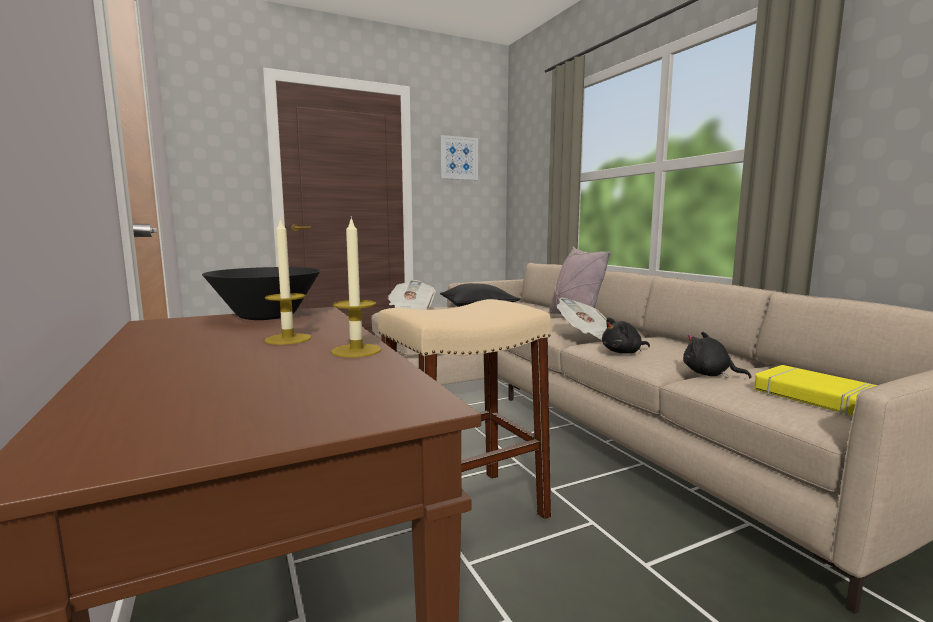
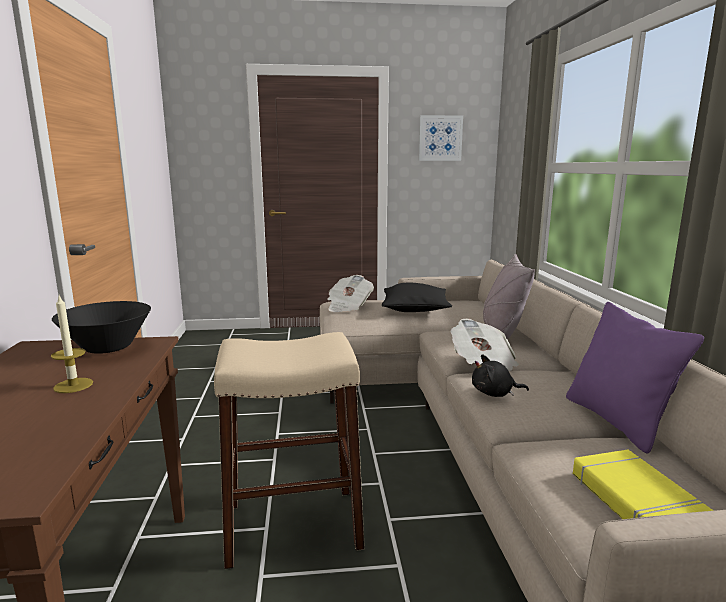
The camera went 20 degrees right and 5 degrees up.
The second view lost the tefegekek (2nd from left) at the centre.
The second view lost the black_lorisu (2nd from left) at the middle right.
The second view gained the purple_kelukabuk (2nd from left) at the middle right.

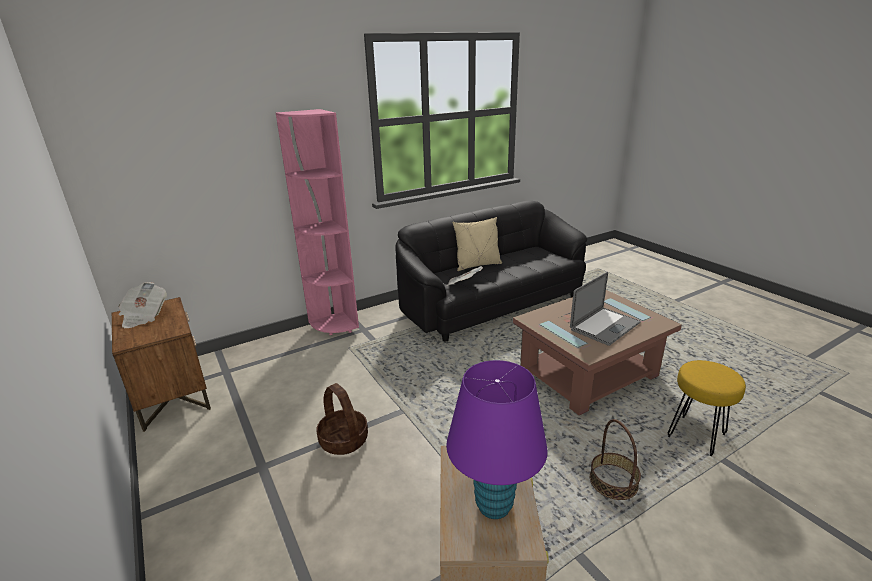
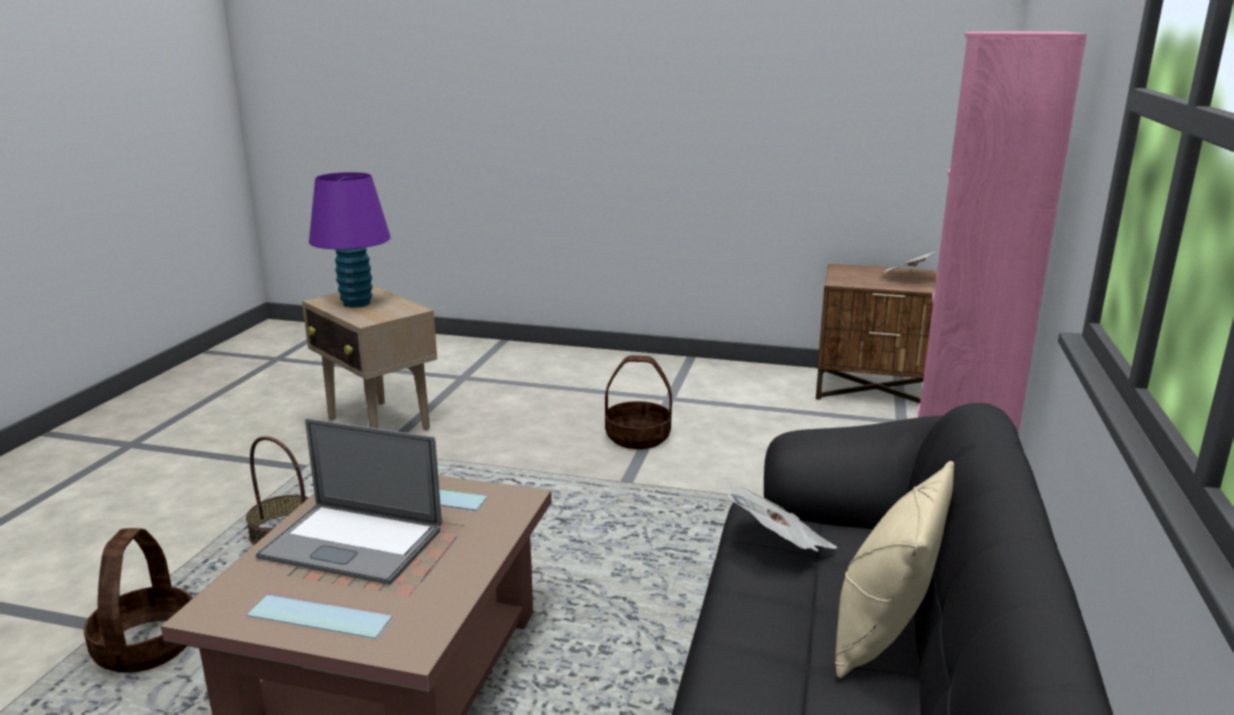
The camera went 135 degrees right and 5 degrees down.
The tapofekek at the middle right ended up facing another way, 75 degrees counterclockwise from before.
Where the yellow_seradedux stood at the bottom right, the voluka (1st from left) came to stand at the bottom left.

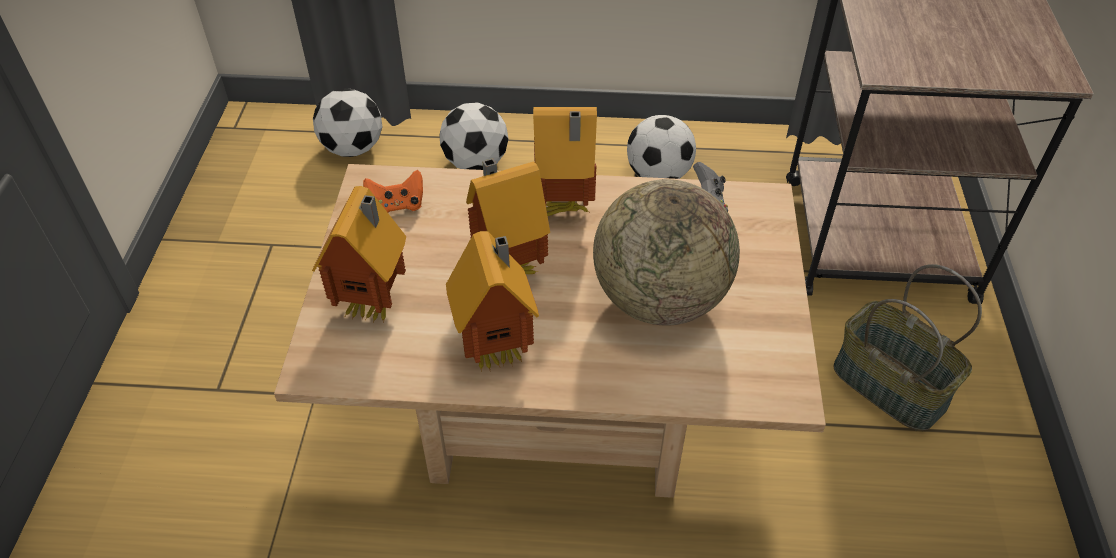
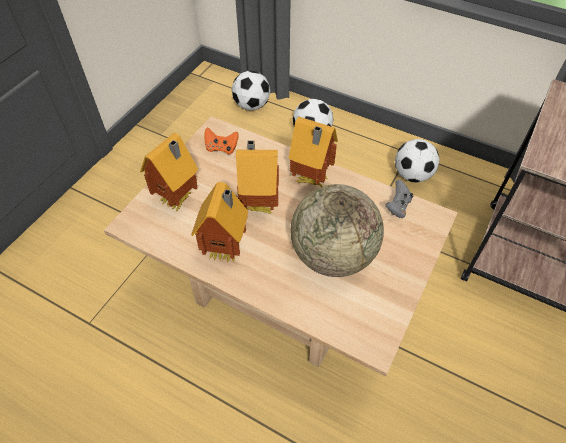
The camera went 25 degrees right and 5 degrees up.
The second view lost the voluka at the middle right.

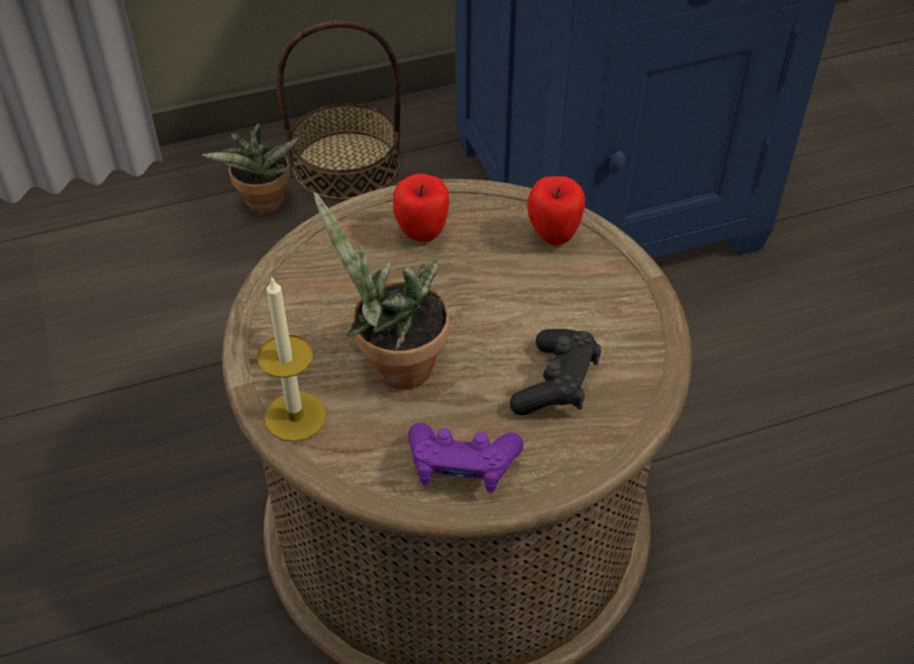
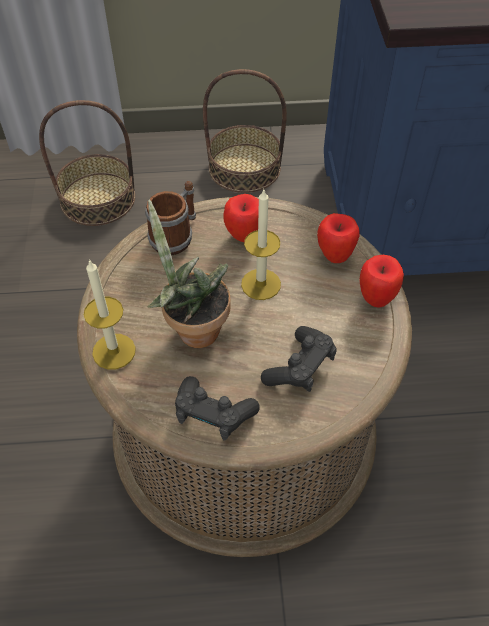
The camera went 15 degrees right and 5 degrees up.
The second view lost the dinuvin (1st from left) at the top left.
What was the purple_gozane at the bottom centre turned into the black_gozane (1st from left) at the centre.
The second view gained the voluka (1st from left) at the top left.
The second view gained the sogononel at the centre.
The second view gained the tefegekek (2nd from left) at the centre.
The second view gained the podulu (3rd from left) at the middle right.

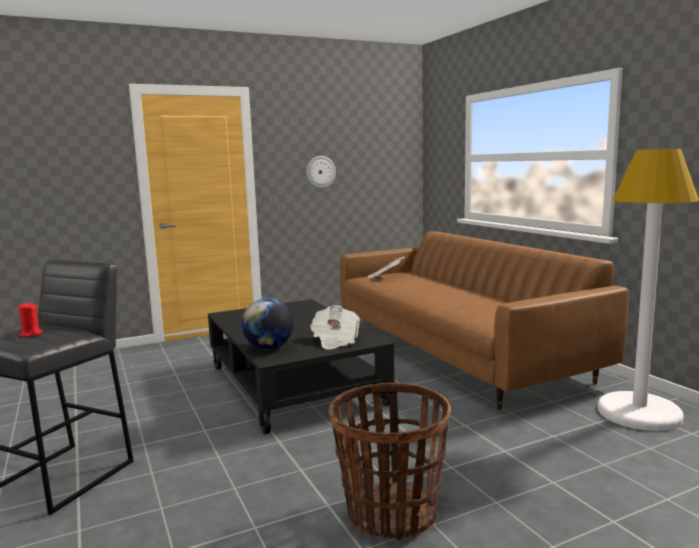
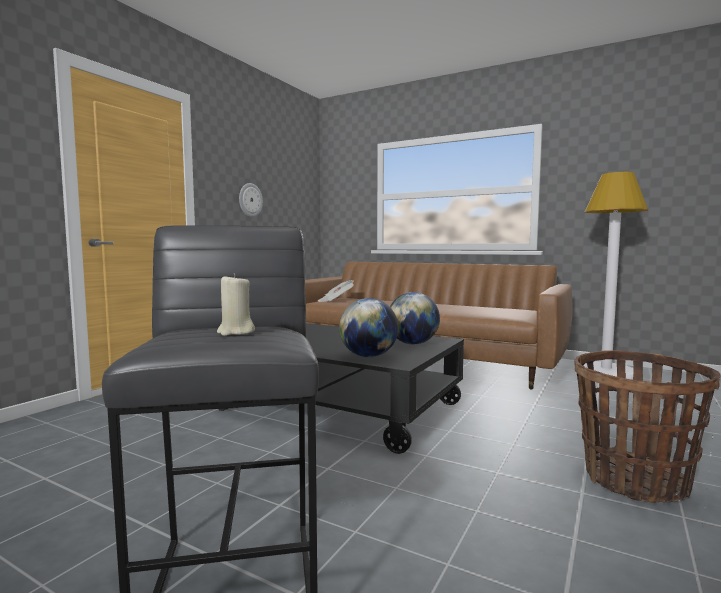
The camera went 35 degrees left and 5 degrees down.
What was the red_tefegekek at the middle left turned into the beige_tefegekek at the middle left.
Where the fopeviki (1st from left) stood at the centre, the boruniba (2nd from left) came to stand at the centre.

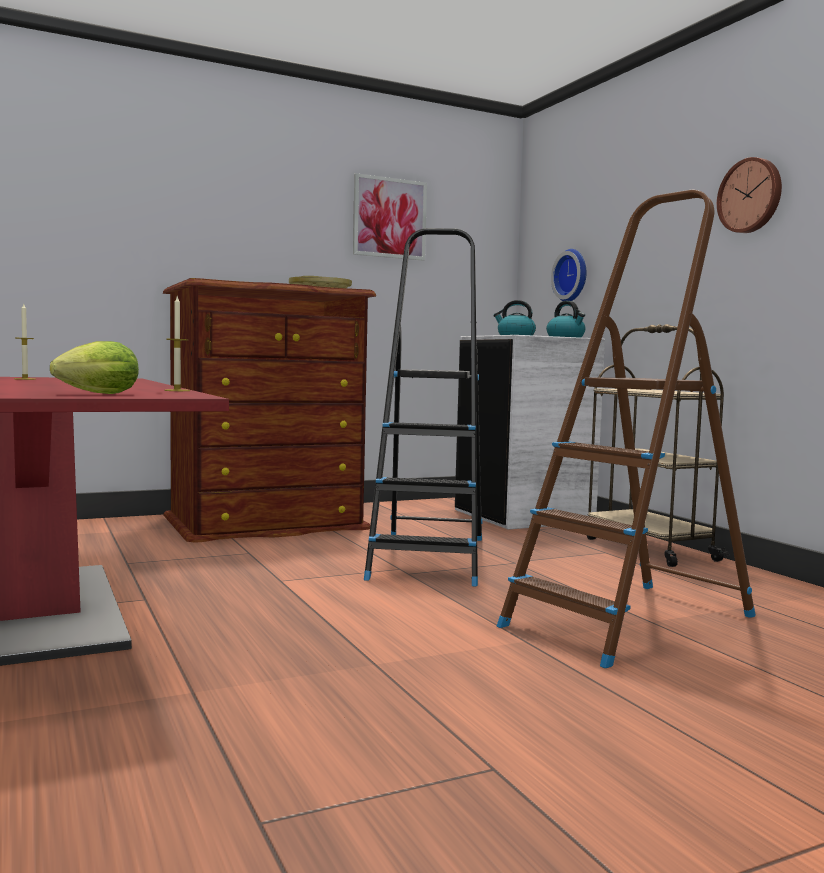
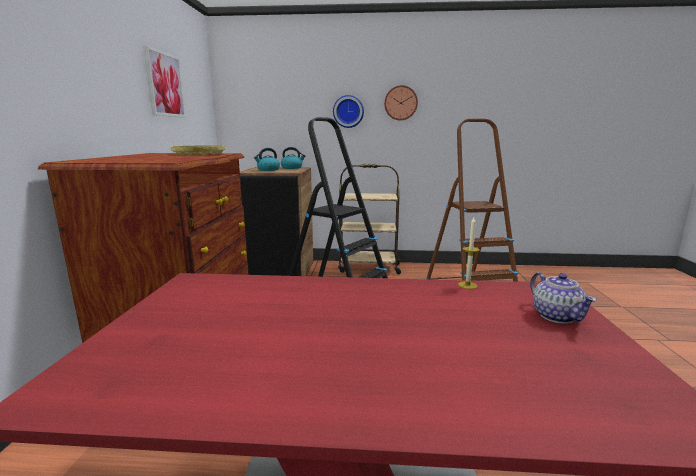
The camera went 60 degrees left and 10 degrees up.
The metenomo (1st from left) ended up elsewhere, having gone from the top right to the top centre.
The second view lost the tefegekek (1st from left) at the middle left.
What was the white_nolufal at the centre turned into the brown_nolufal at the centre.
Where the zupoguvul stood at the middle left, the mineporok came to stand at the middle right.

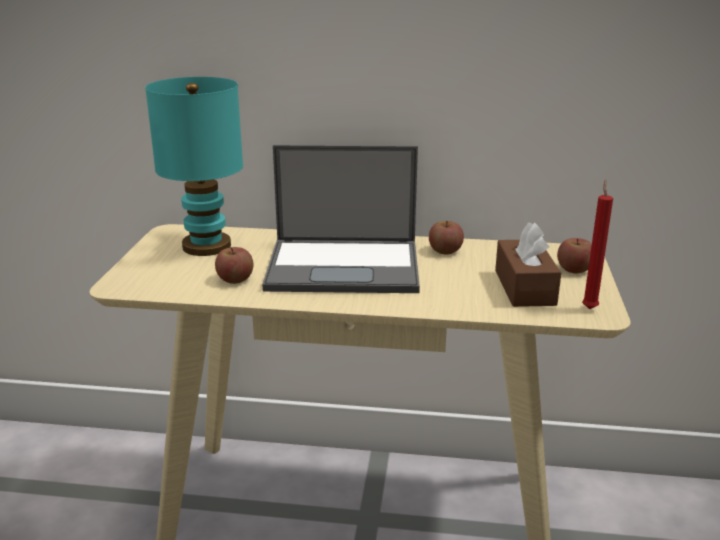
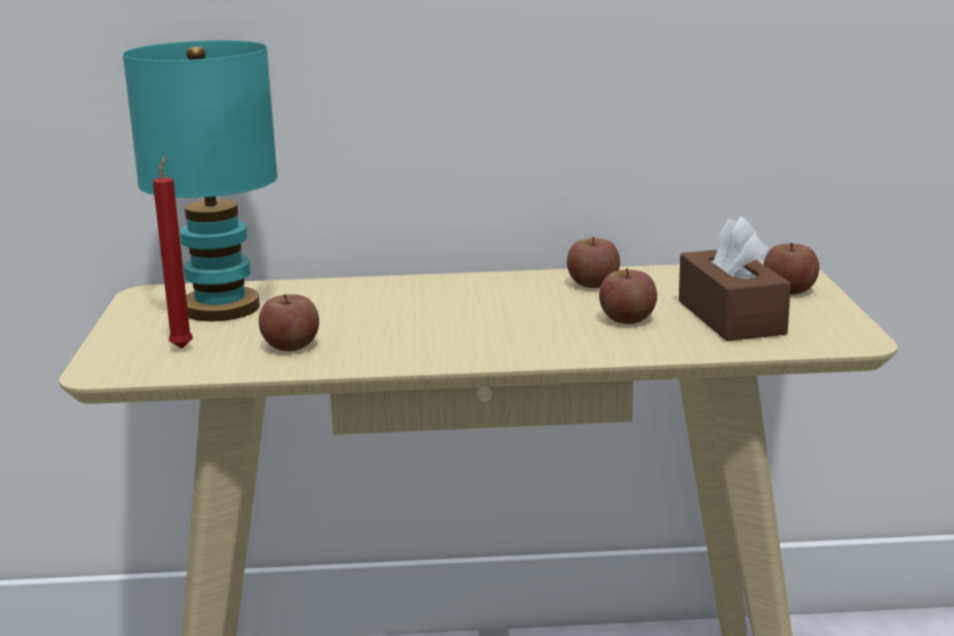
The camera went 10 degrees left and 5 degrees down.
The second view lost the tapofekek at the centre.
The red_tefegekek ended up elsewhere, having gone from the middle right to the middle left.
The second view gained the podulu (3rd from left) at the centre.

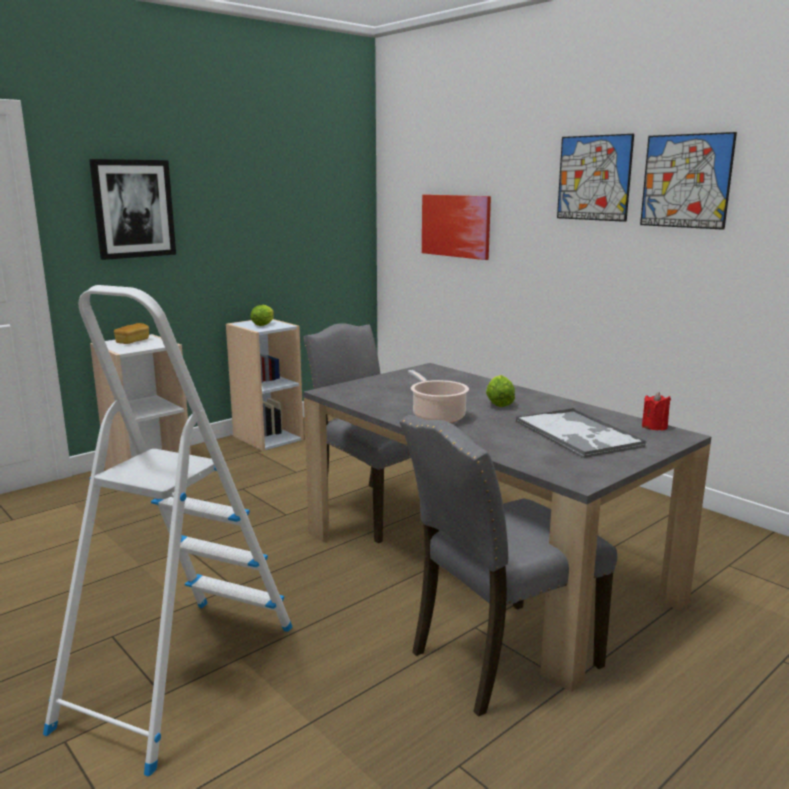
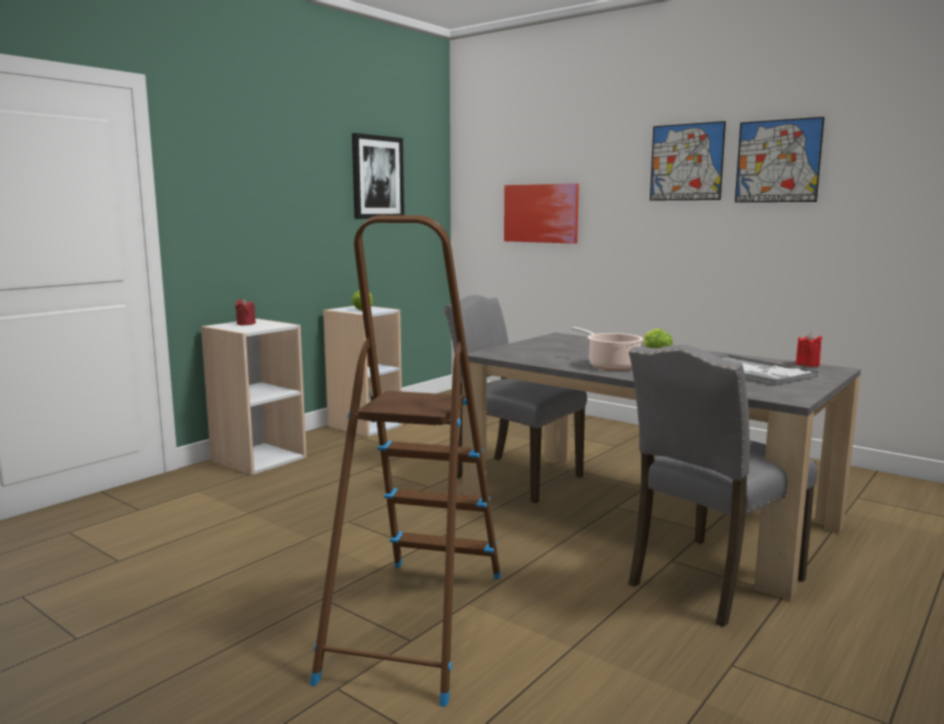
The camera went 10 degrees left and 5 degrees down.
The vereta (1st from left) ended up elsewhere, having gone from the top left to the top centre.
What was the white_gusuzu at the bottom left turned into the brown_gusuzu at the centre.
Where the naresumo stood at the middle left, the red_tefegekek (1st from left) came to stand at the middle left.

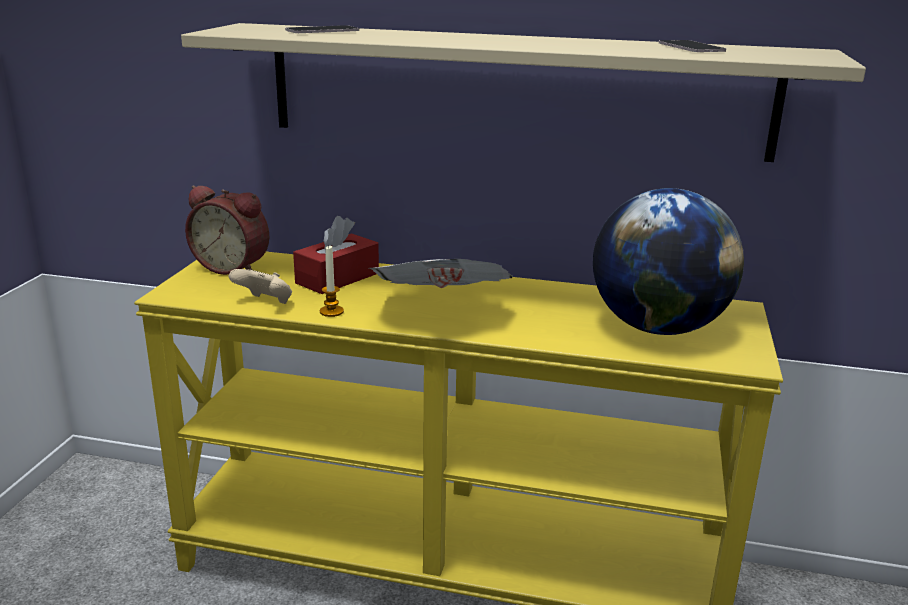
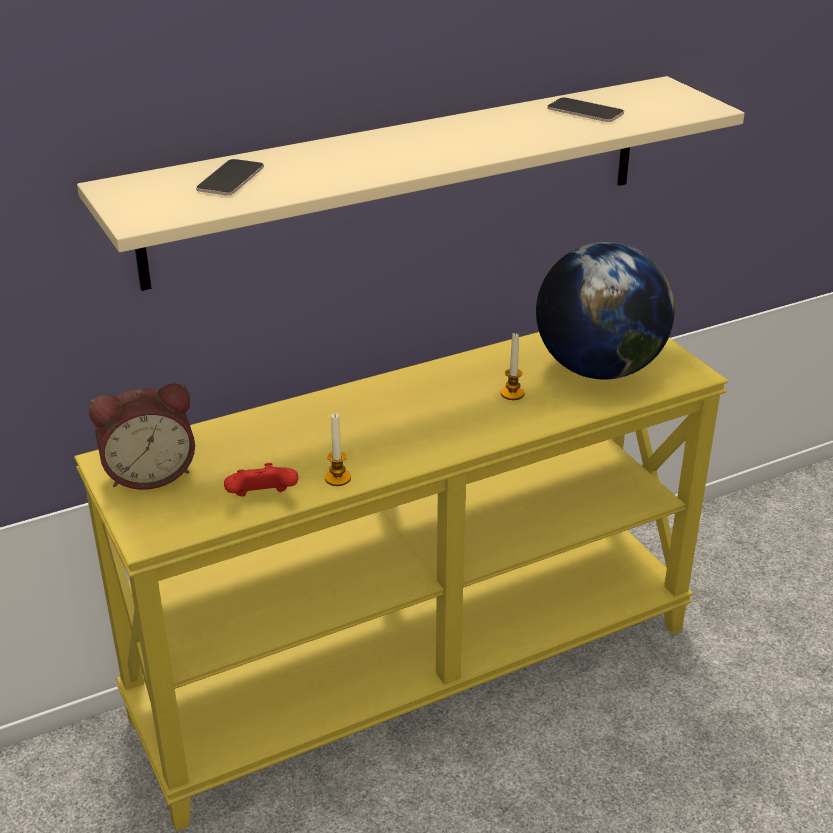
The camera went 40 degrees left and 10 degrees up.
The second view lost the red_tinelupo at the centre.
The second view lost the fopeviki at the centre.
What was the beige_gozane at the middle left turned into the red_gozane at the middle left.
The second view gained the tefegekek (2nd from left) at the centre.

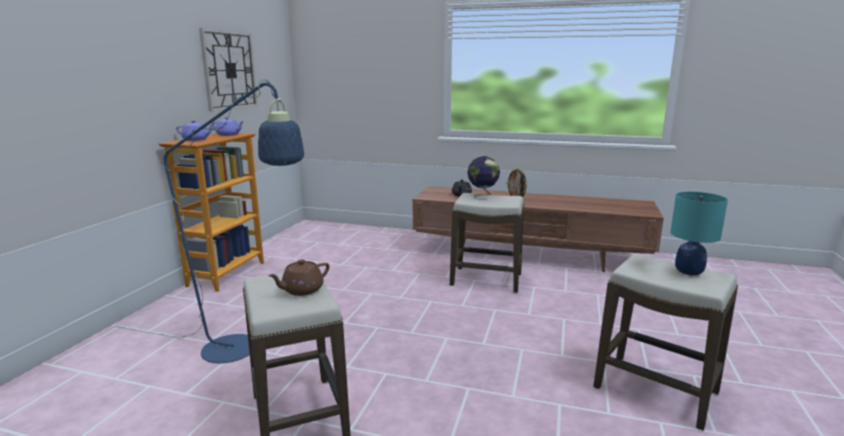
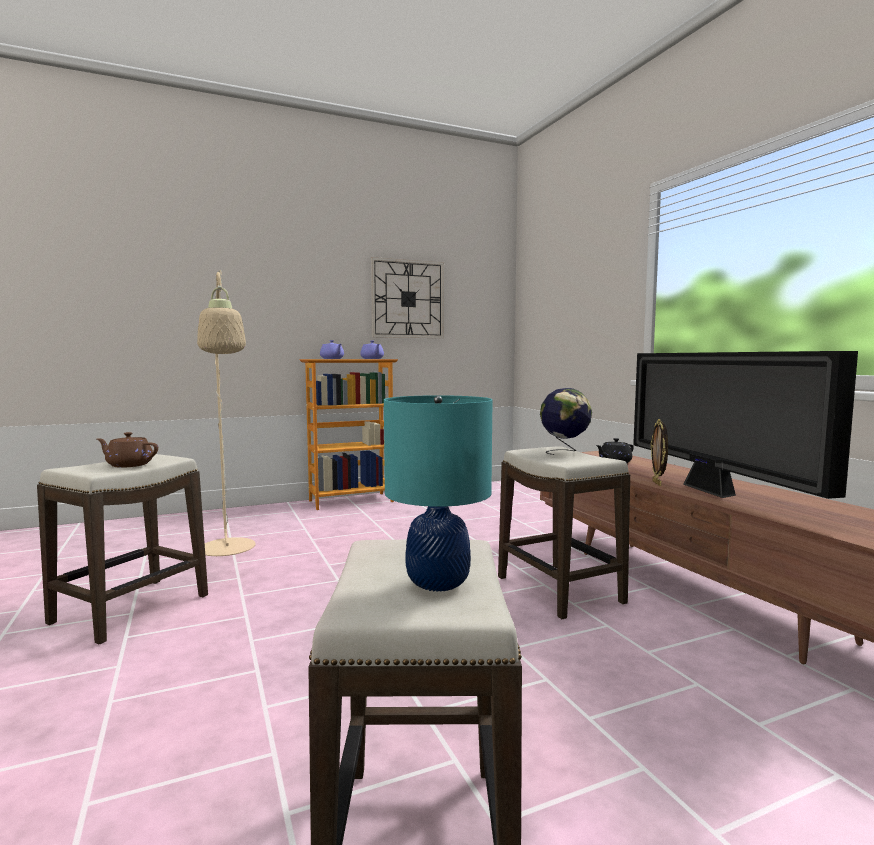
The camera went 50 degrees right and 10 degrees down.
What was the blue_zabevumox at the middle left turned into the beige_zabevumox at the middle left.
The second view gained the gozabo at the middle right.

